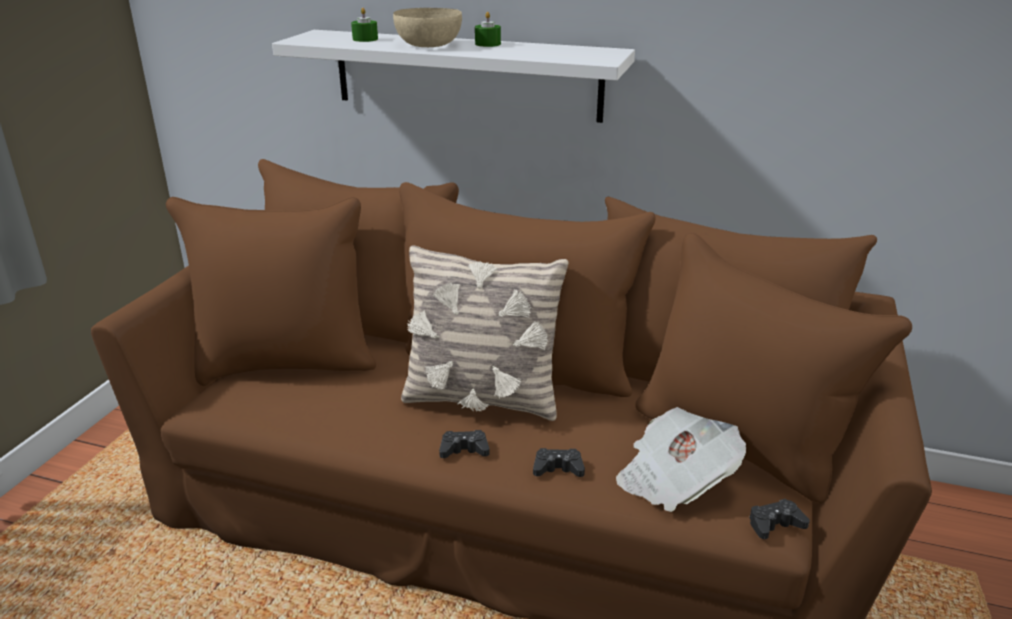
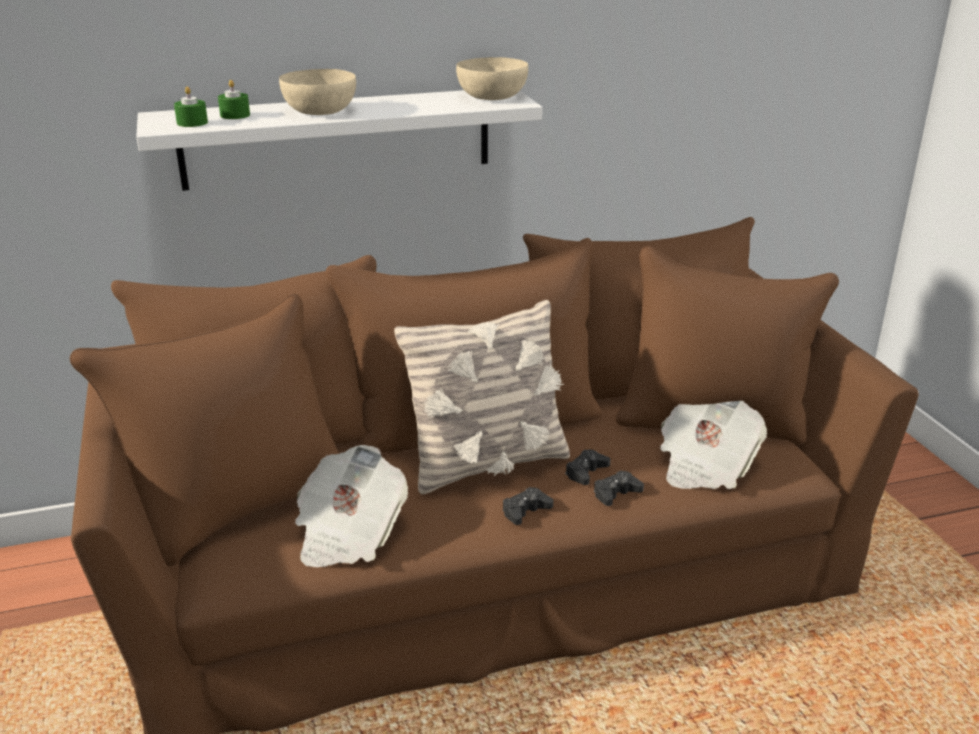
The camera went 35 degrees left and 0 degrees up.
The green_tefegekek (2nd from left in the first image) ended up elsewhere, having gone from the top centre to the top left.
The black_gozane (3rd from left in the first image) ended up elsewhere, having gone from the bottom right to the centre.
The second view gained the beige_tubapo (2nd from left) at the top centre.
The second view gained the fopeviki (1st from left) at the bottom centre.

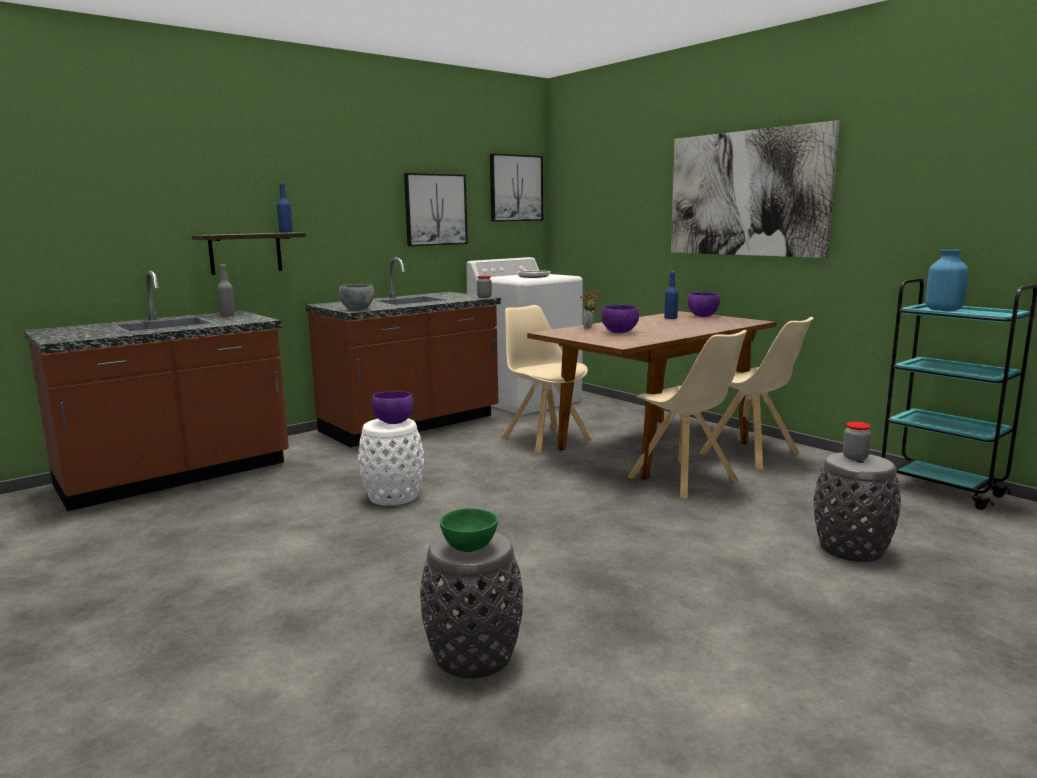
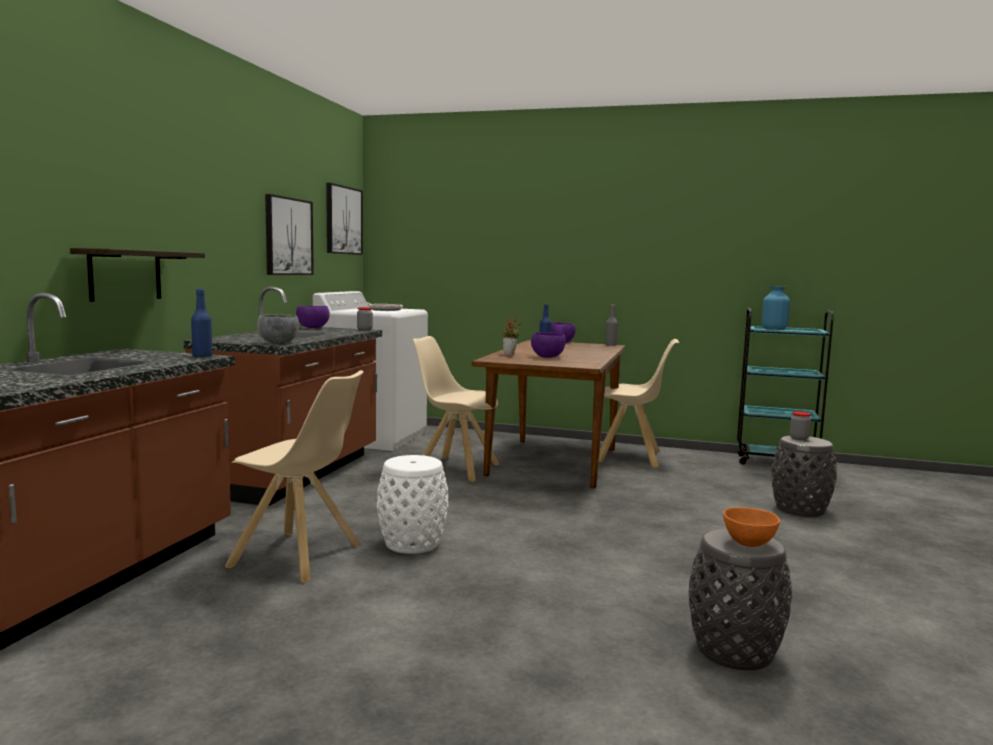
The camera went 35 degrees left and 5 degrees down.
The second view lost the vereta (3rd from left) at the top right.
The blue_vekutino (1st from left) ended up elsewhere, having gone from the top left to the middle left.
The grey_vekutino ended up elsewhere, having gone from the middle left to the centre.
The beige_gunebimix (2nd from left in the first image) ended up elsewhere, having gone from the centre to the middle left.
The purple_tubapo (1st from left) ended up elsewhere, having gone from the centre to the middle left.
What was the green_tubapo at the bottom centre turned into the orange_tubapo at the bottom right.

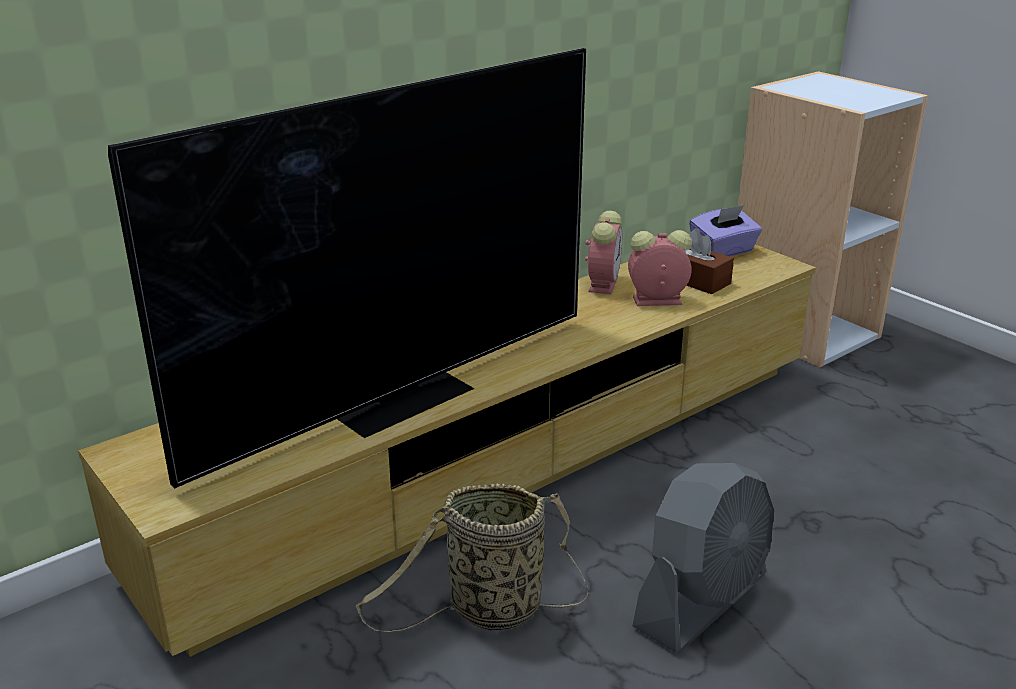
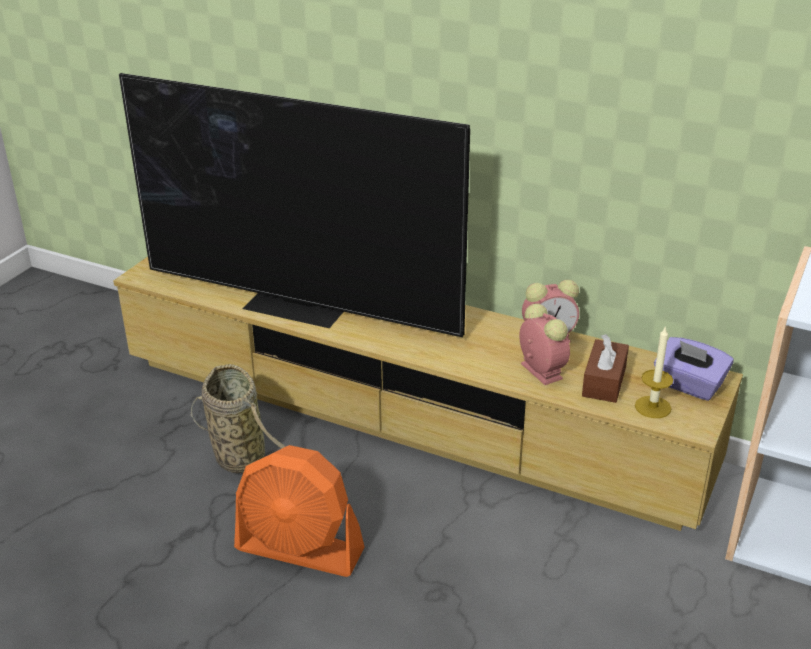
The camera went 65 degrees right and 5 degrees up.
What was the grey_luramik at the bottom right turned into the orange_luramik at the bottom centre.
The second view gained the tefegekek at the middle right.

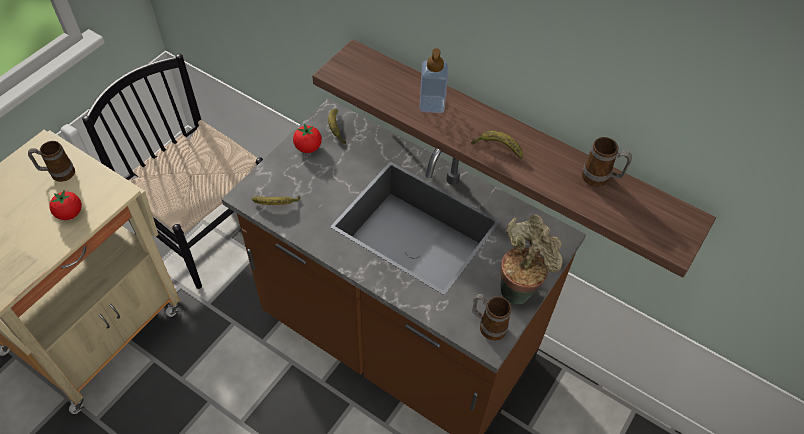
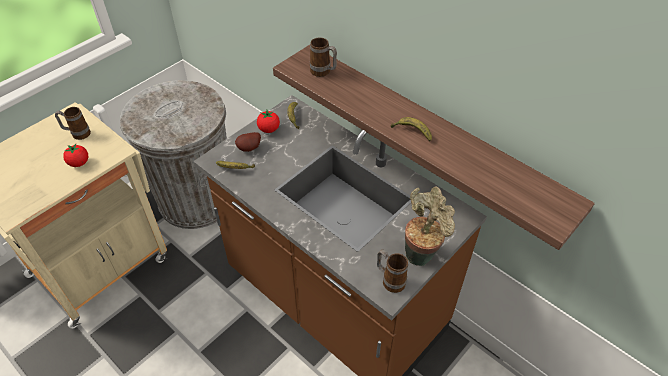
The camera went 10 degrees right and 5 degrees down.
The second view lost the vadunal at the top centre.
Where the black_gunebimix stood at the middle left, the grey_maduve came to stand at the middle left.
The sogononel (3rd from left in the first image) ended up elsewhere, having gone from the middle right to the top centre.
The second view gained the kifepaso at the centre.

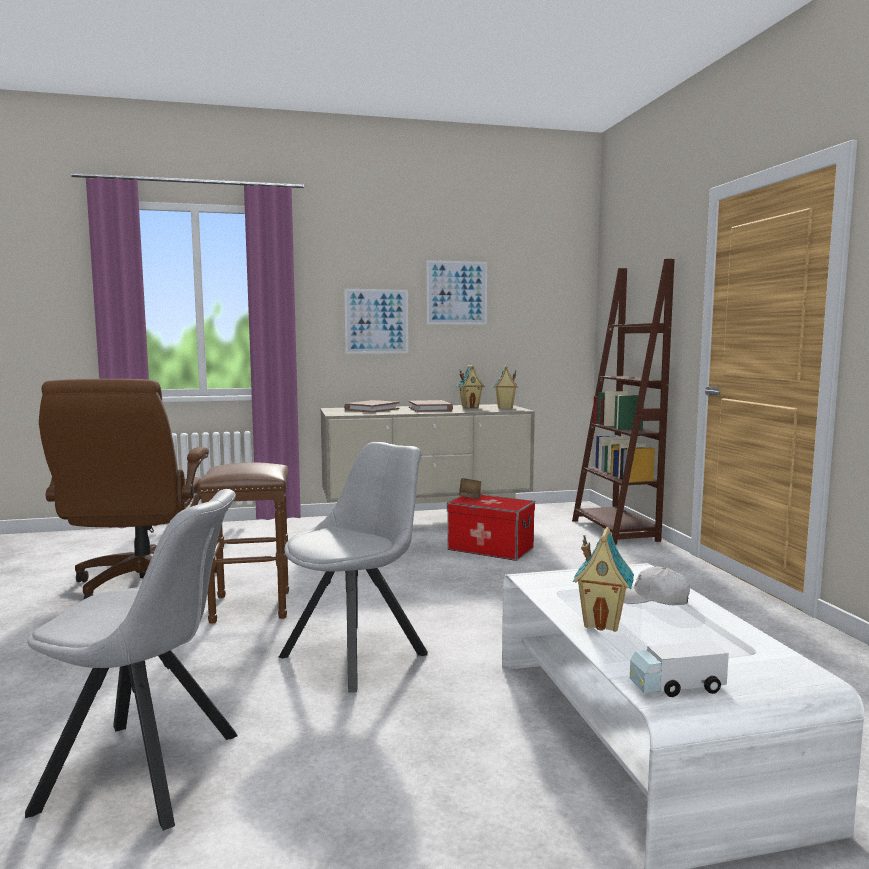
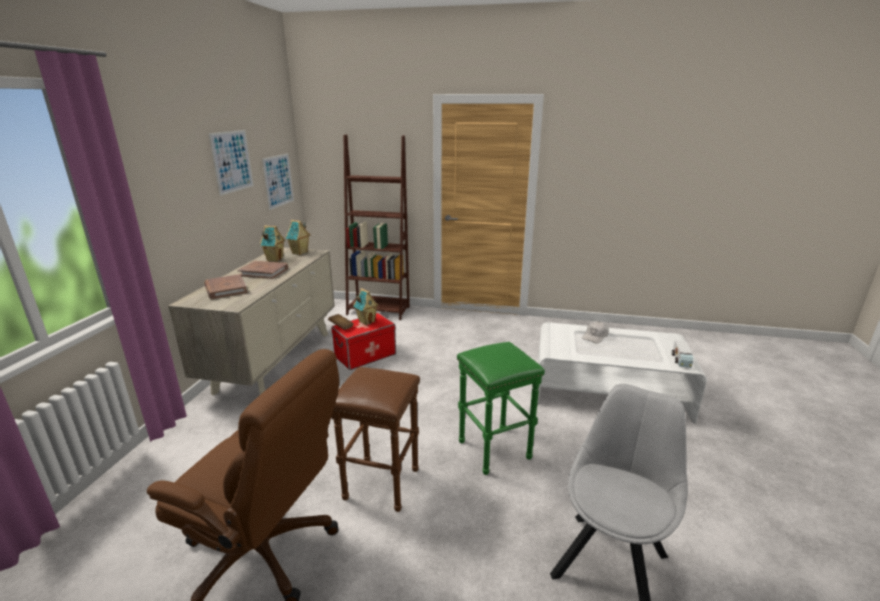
The camera went 65 degrees left and 15 degrees up.
The vereta (1st from left in the first image) ended up elsewhere, having gone from the centre to the top left.
Where the grey_gunebimix (2nd from left) stood at the centre, the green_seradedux came to stand at the bottom centre.
The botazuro (3rd from left) ended up elsewhere, having gone from the middle right to the centre.

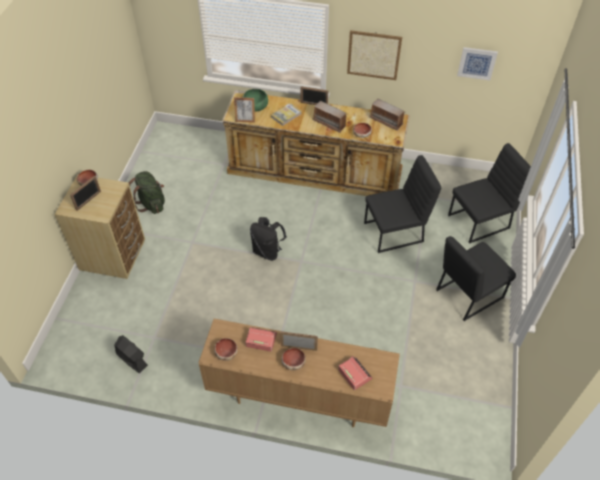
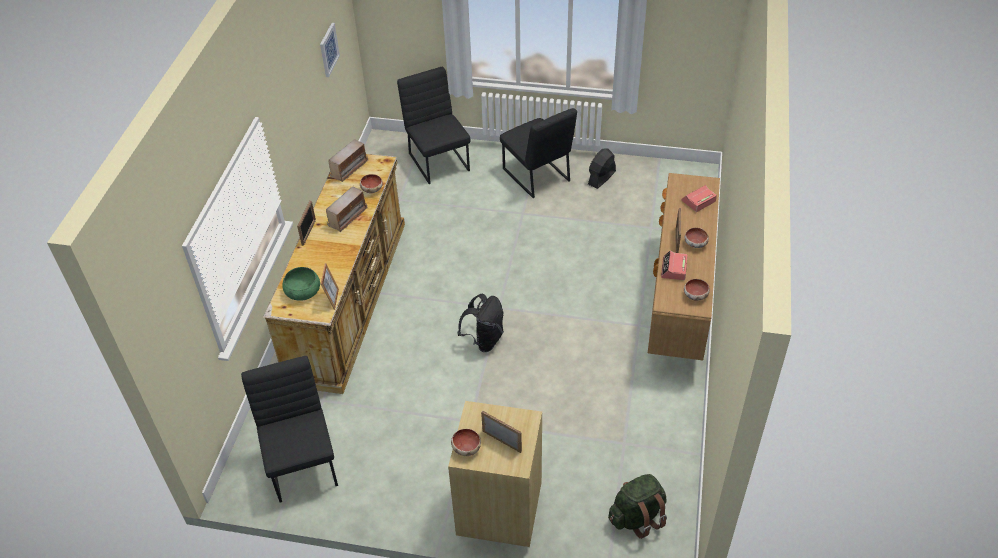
The camera went 90 degrees left and 5 degrees down.
The second view lost the vereta (1st from left) at the top centre.
The second view lost the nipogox at the top centre.
The black_gunebimix (1st from left) ended up elsewhere, having gone from the middle right to the bottom left.
The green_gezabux ended up elsewhere, having gone from the middle left to the bottom centre.
The black_luramik ended up elsewhere, having gone from the bottom left to the top centre.

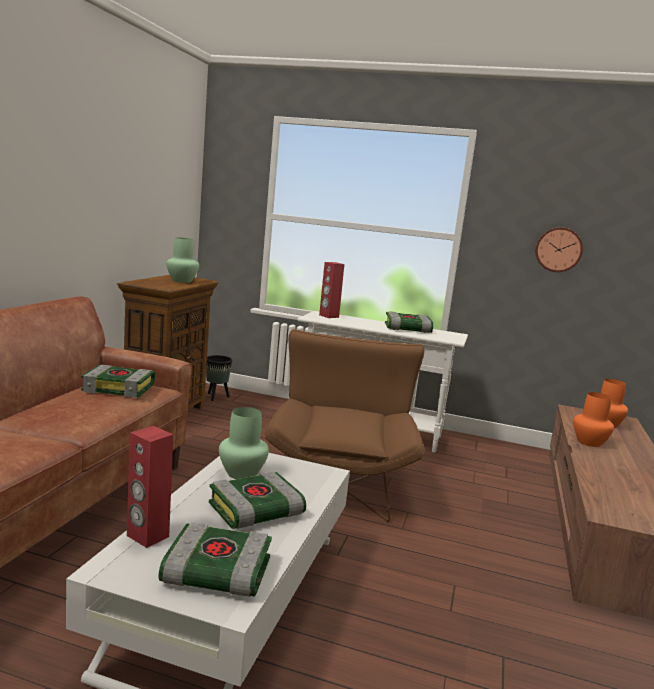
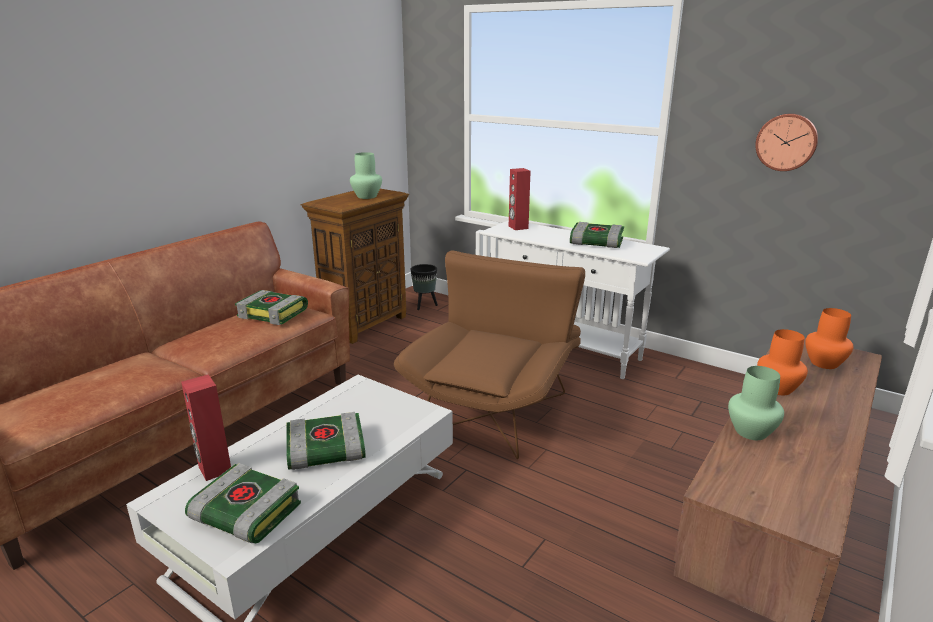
The camera went 20 degrees right and 10 degrees up.
The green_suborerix (2nd from left) ended up elsewhere, having gone from the centre to the middle right.

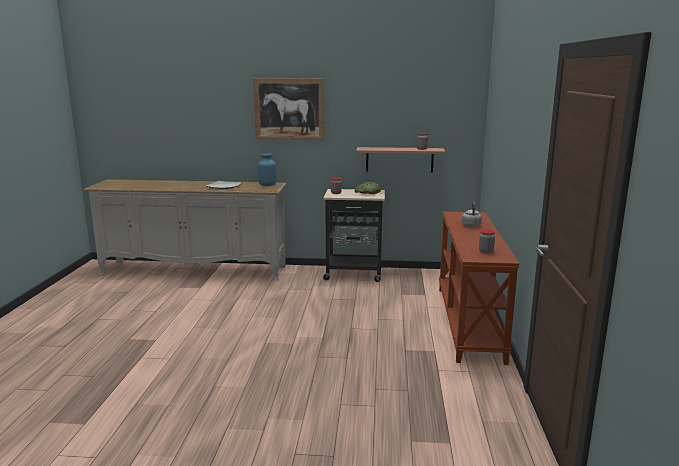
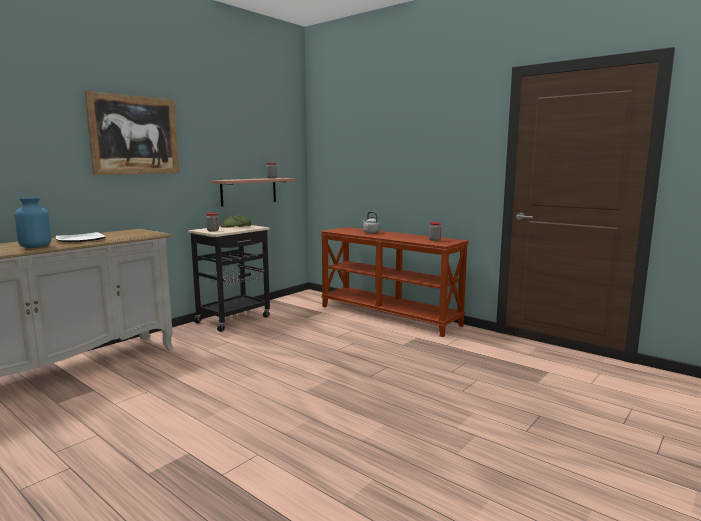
The camera went 55 degrees left and 5 degrees down.
The blue_suborerix ended up elsewhere, having gone from the centre to the middle left.

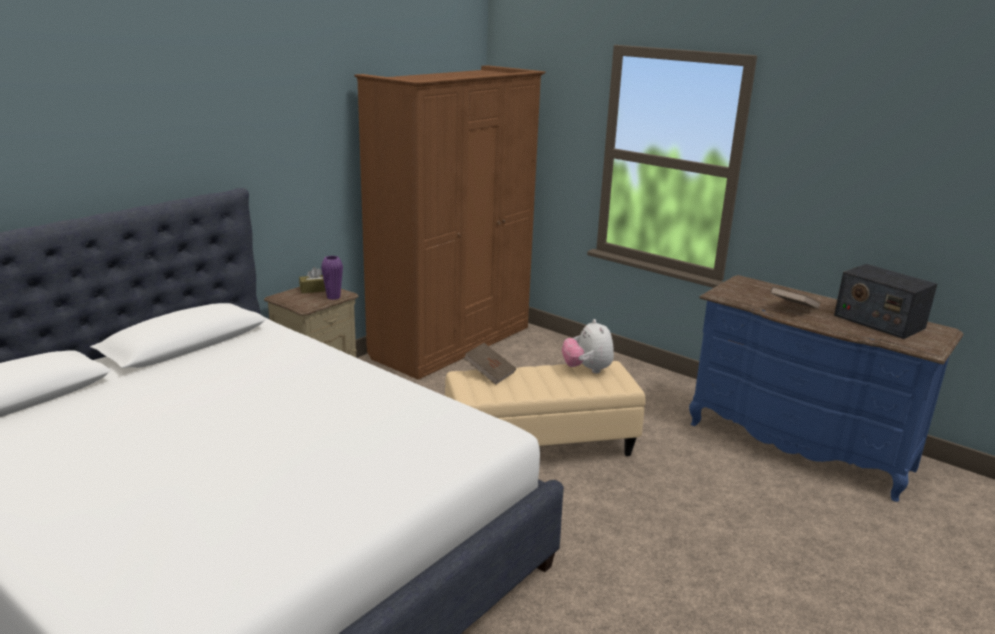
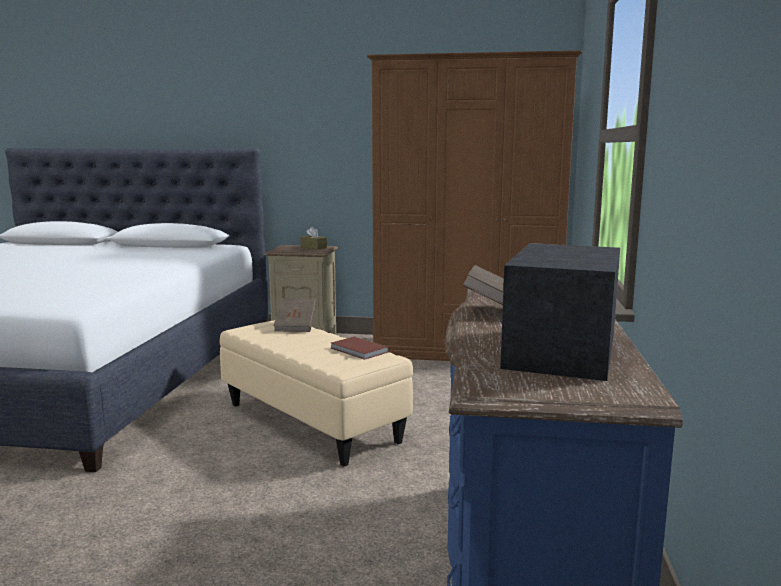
The camera went 60 degrees right and 10 degrees down.
The second view lost the purple_suborerix at the centre.
Where the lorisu stood at the centre, the brown_nipogox (2nd from left) came to stand at the centre.

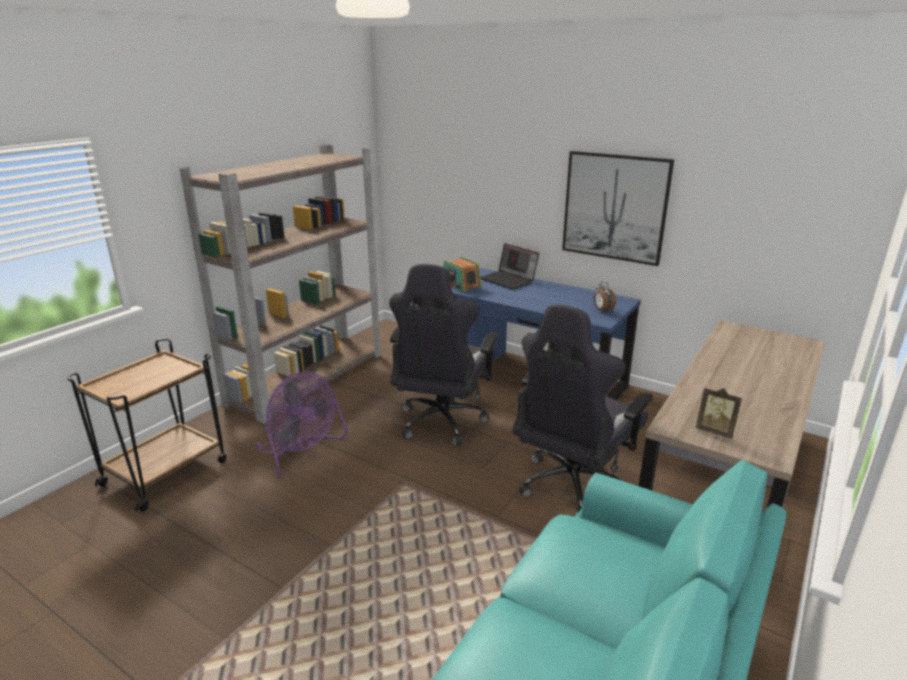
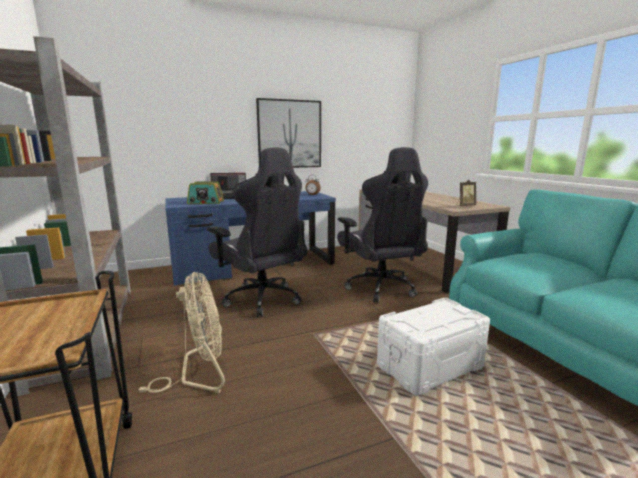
The camera went 55 degrees left and 10 degrees down.
What was the purple_luramik at the middle left turned into the beige_luramik at the bottom left.
The second view gained the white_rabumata at the bottom right.

